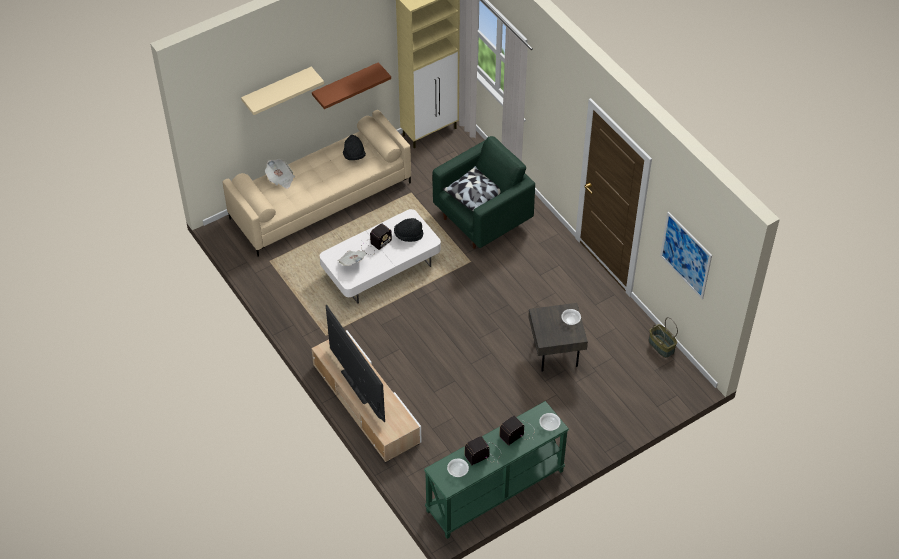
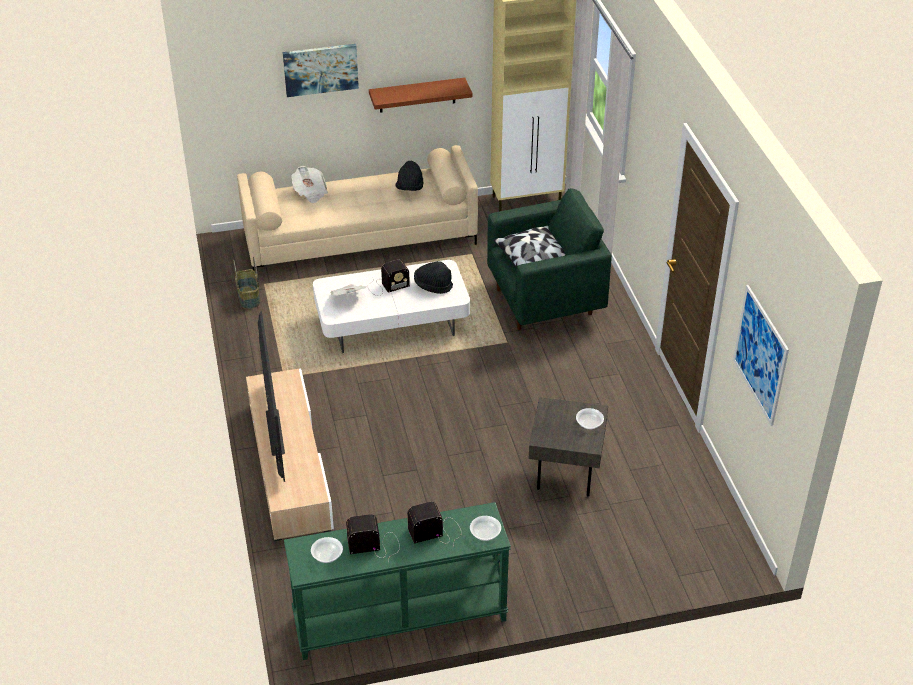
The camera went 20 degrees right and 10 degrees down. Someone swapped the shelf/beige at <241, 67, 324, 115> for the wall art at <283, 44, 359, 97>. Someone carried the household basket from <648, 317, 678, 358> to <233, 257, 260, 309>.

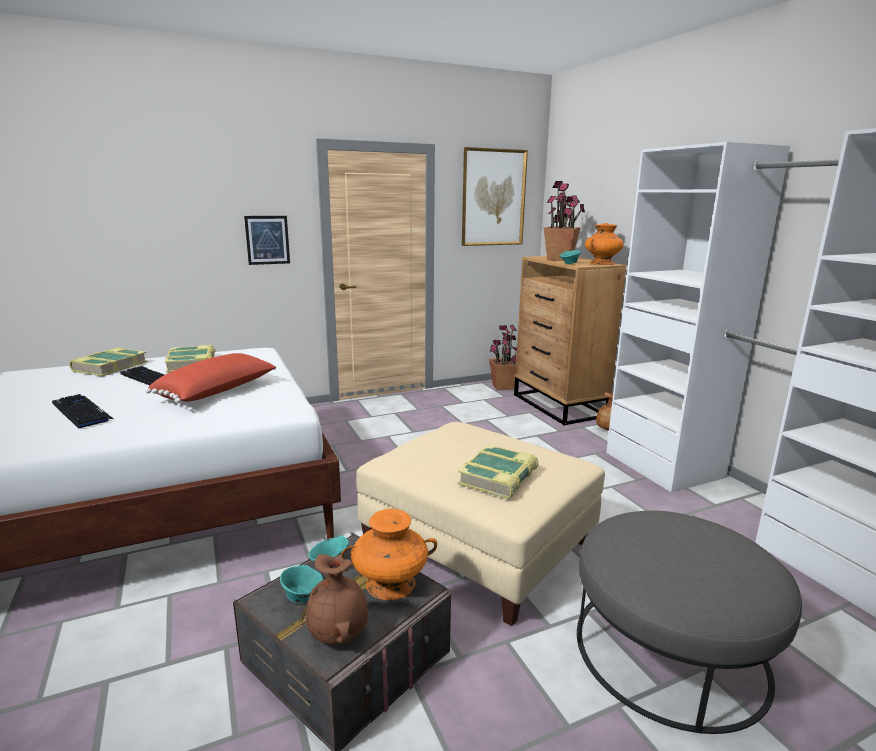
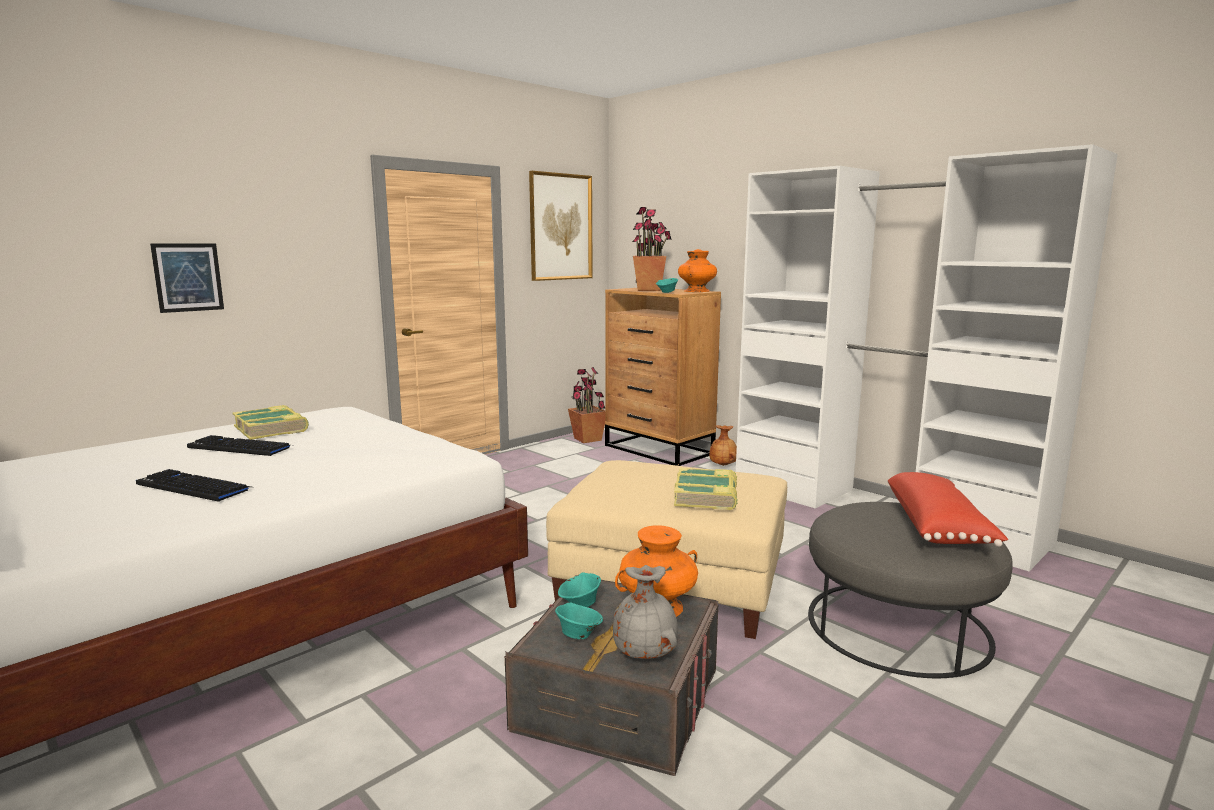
The camera went 20 degrees left and 5 degrees down. Someone took away the volume at <69, 347, 148, 377>. Someone carried the pillow/red from <146, 353, 276, 403> to <888, 472, 1008, 547>. Someone carried the wall art from <244, 216, 290, 265> to <150, 243, 224, 313>. Someone repainted the flower vase/brown-coloured at <306, 554, 368, 644>, which became the flower vase/grey at <613, 565, 678, 659>.

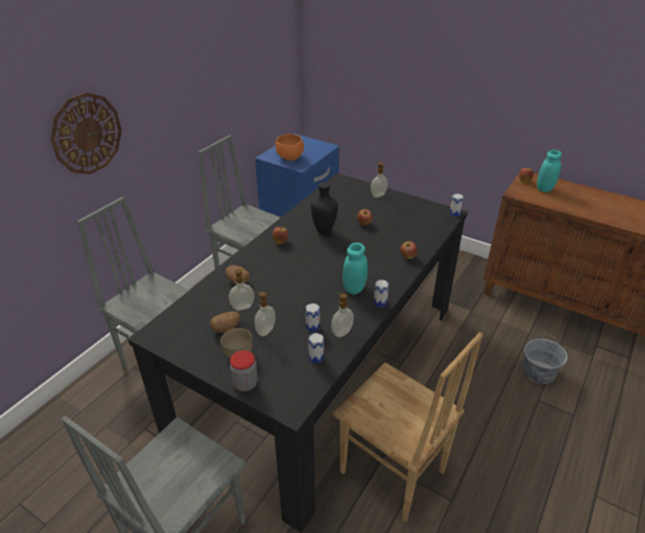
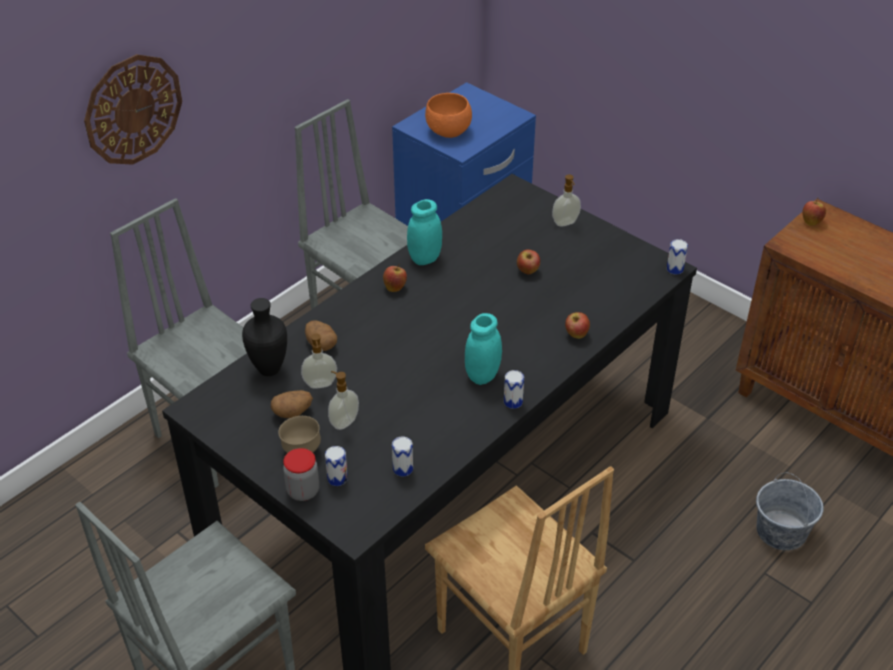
The camera went 10 degrees right and 5 degrees up. Someone carried the can from <306, 303, 320, 332> to <325, 446, 348, 486>. Someone carried the flower vase/black-coloured from <311, 182, 338, 235> to <242, 298, 287, 376>. Someone took away the soap dispenser at <331, 293, 354, 337>. Someone carried the preserve jar/turquoise-coloured from <537, 150, 562, 192> to <407, 199, 442, 265>.

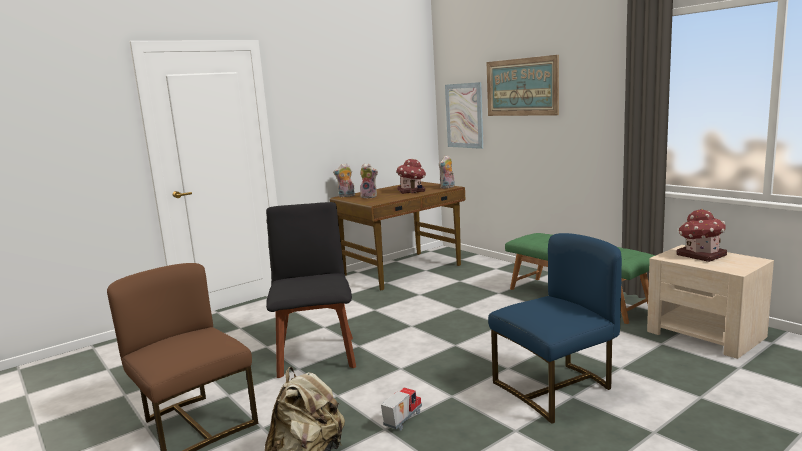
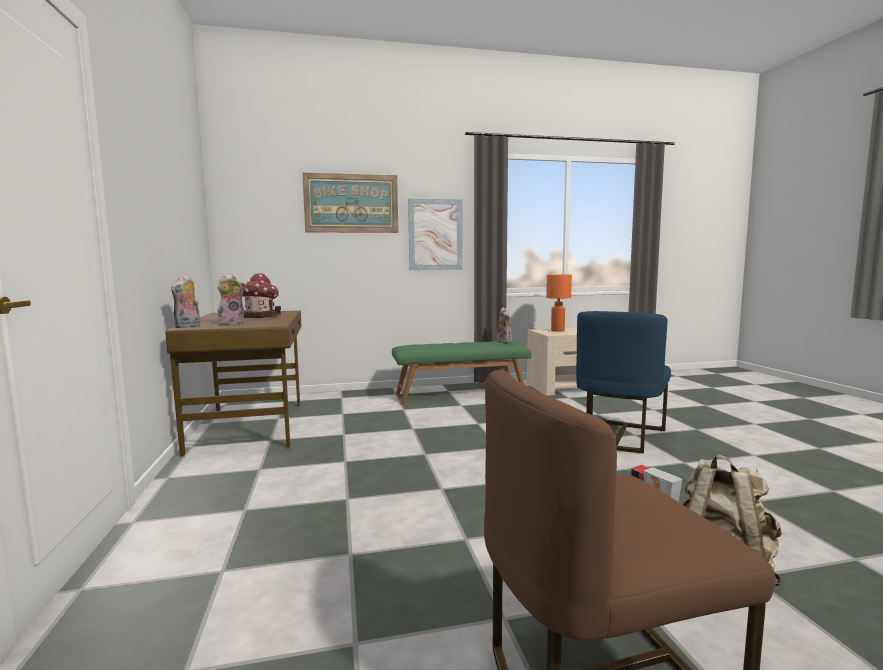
The camera went 65 degrees left and 5 degrees down. Someone took away the upright chair/black-coloured at <266, 202, 356, 378>. Someone carried the soft toy from <439, 155, 455, 189> to <496, 308, 512, 343>. Someone carried the wall art from <445, 82, 484, 149> to <408, 198, 463, 270>. Someone rotated the upright chair/bluish at <488, 233, 622, 424> by 150 degrees counterclockwise. Someone swapped the miniature house at <676, 209, 727, 262> for the tabletop lamp/orangey at <546, 275, 572, 332>.

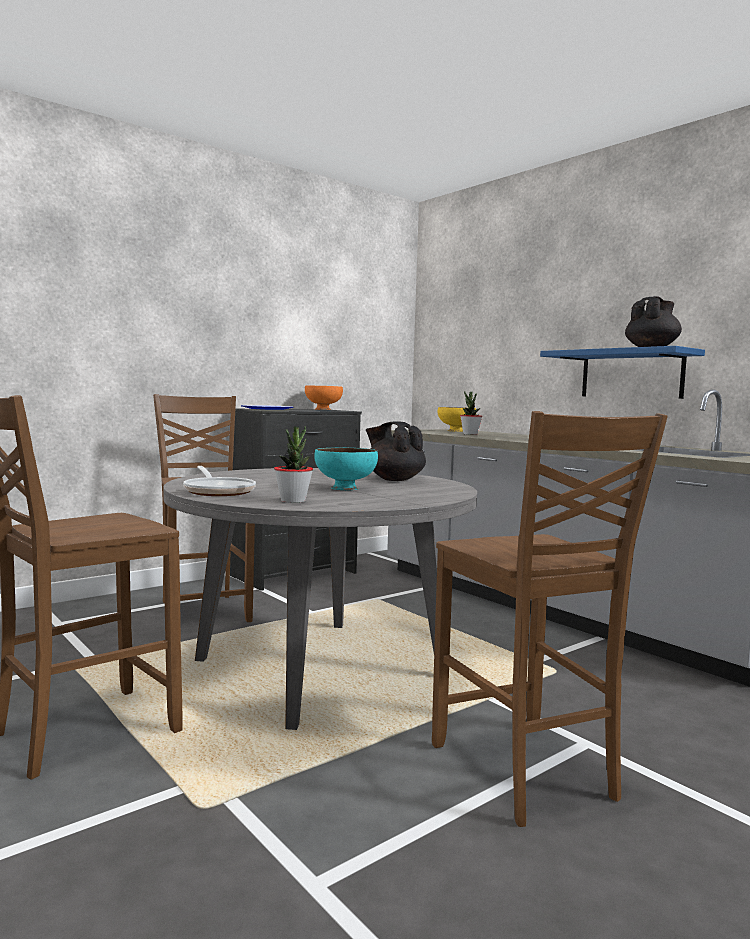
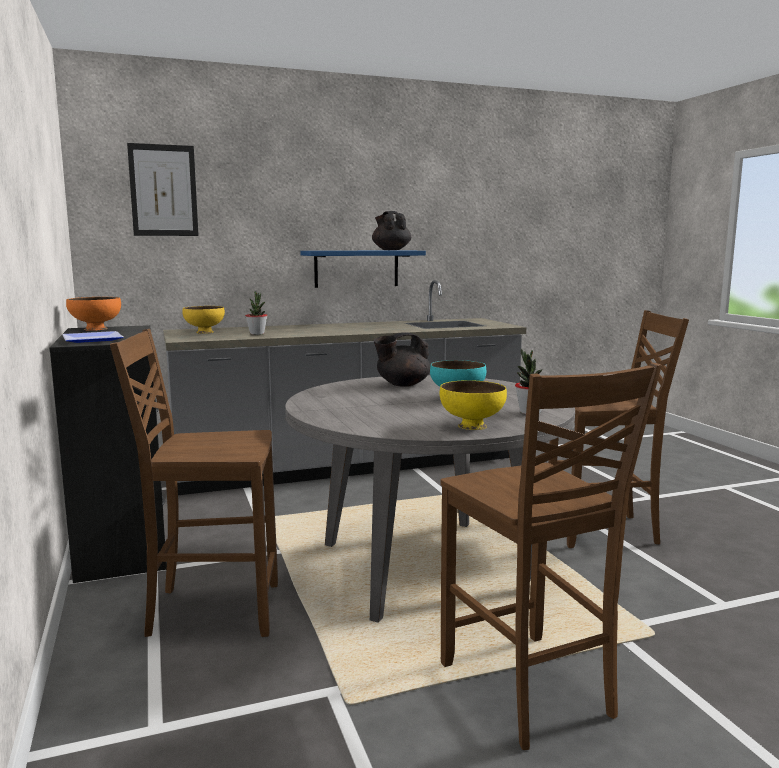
The camera went 70 degrees left and 5 degrees up. Someone swapped the skillet at <183, 466, 256, 496> for the bowl/yellow-coloured at <440, 380, 507, 430>. Someone put up the wall art at <127, 143, 199, 236>.

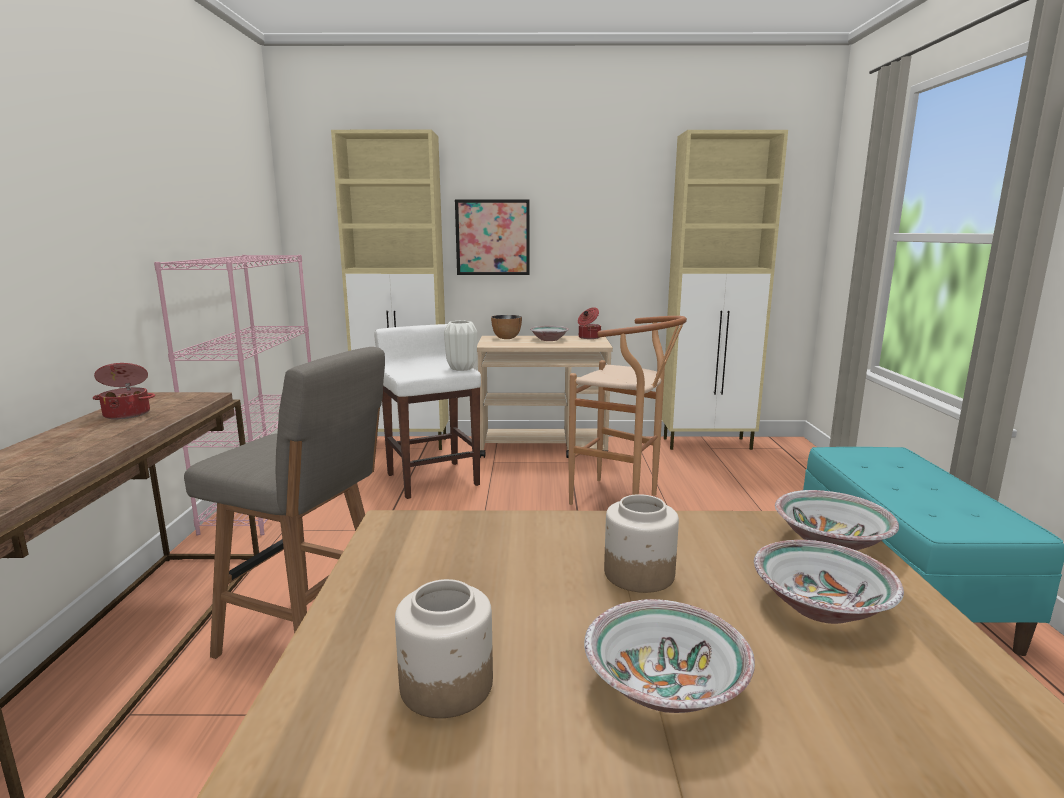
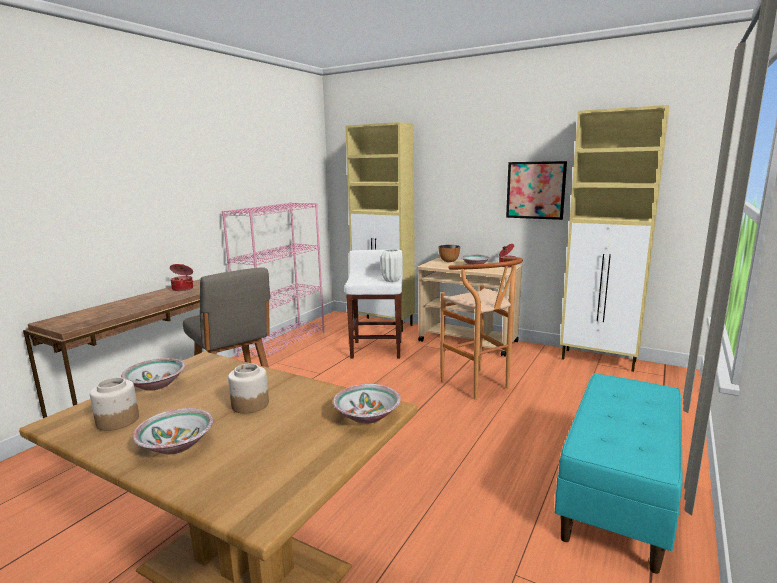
The camera went 30 degrees right and 0 degrees up. Someone carried the wall art from <455, 200, 529, 275> to <506, 161, 567, 220>. Someone carried the bowl from <754, 540, 904, 624> to <121, 358, 185, 391>.

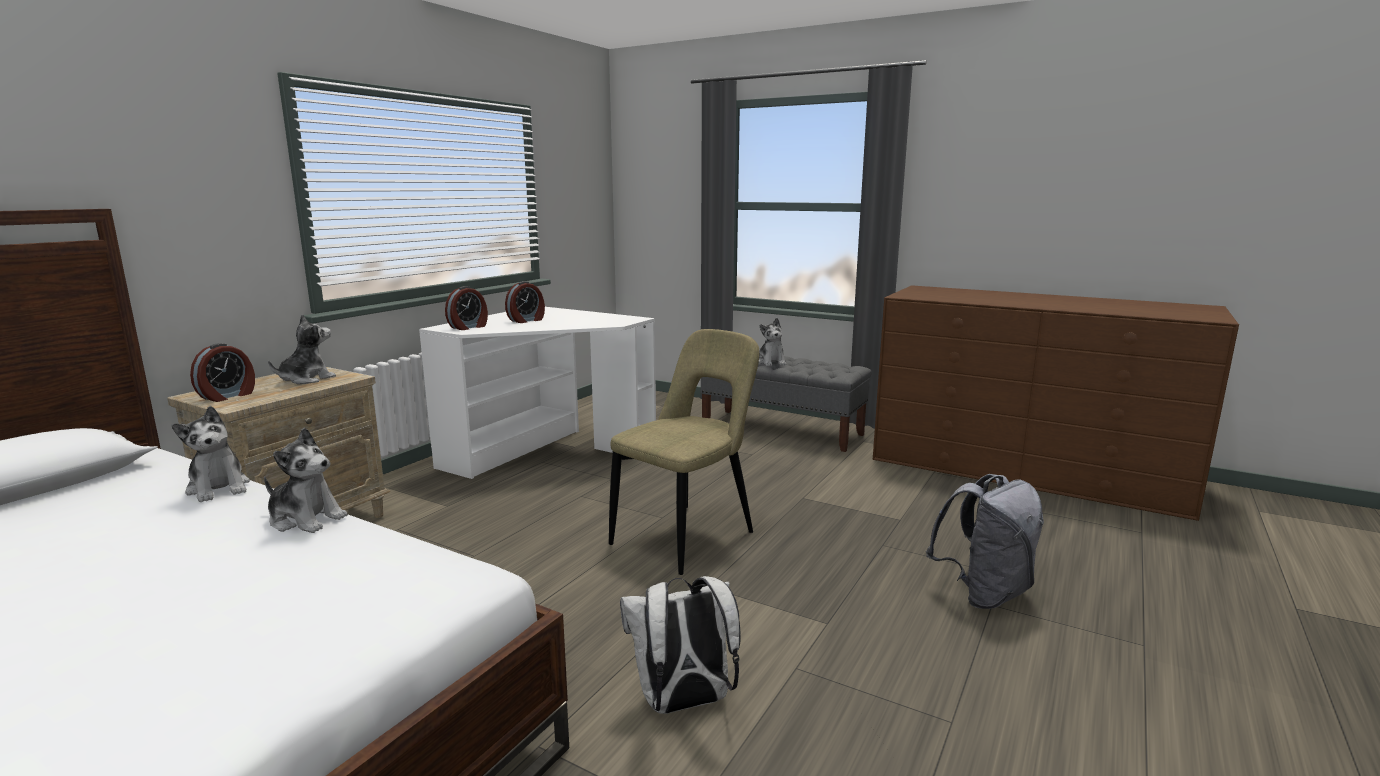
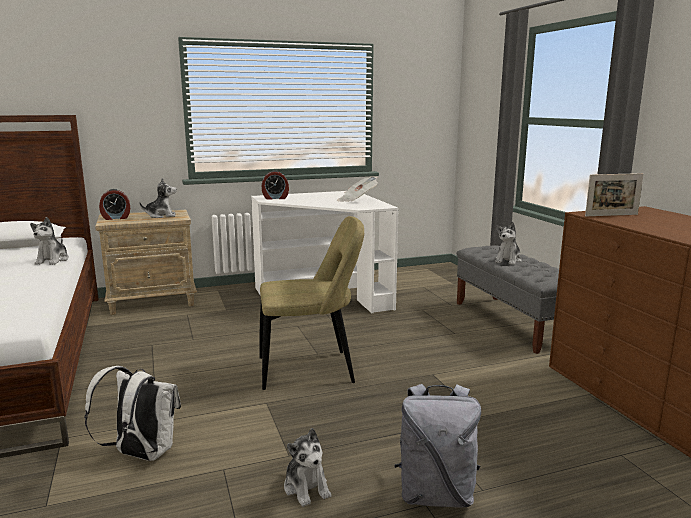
The camera went 40 degrees right and 0 degrees up. Someone carried the soft toy from <264, 428, 348, 533> to <284, 428, 331, 507>. Someone took away the alarm clock at <505, 281, 545, 323>. Someone put down the newspaper at <337, 176, 378, 202>. Someone put down the standing frame at <585, 173, 643, 216>.

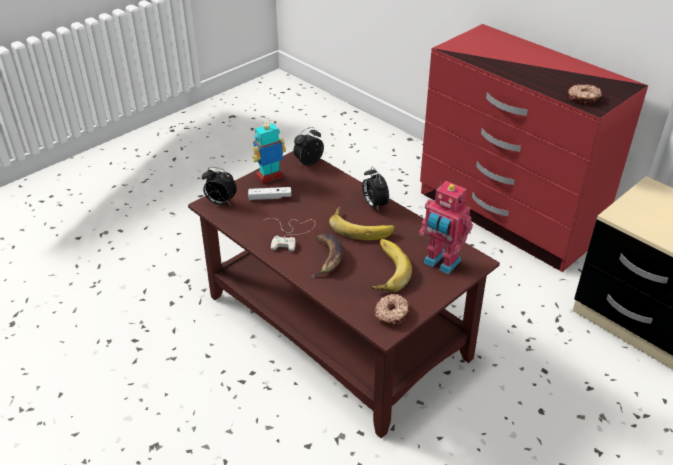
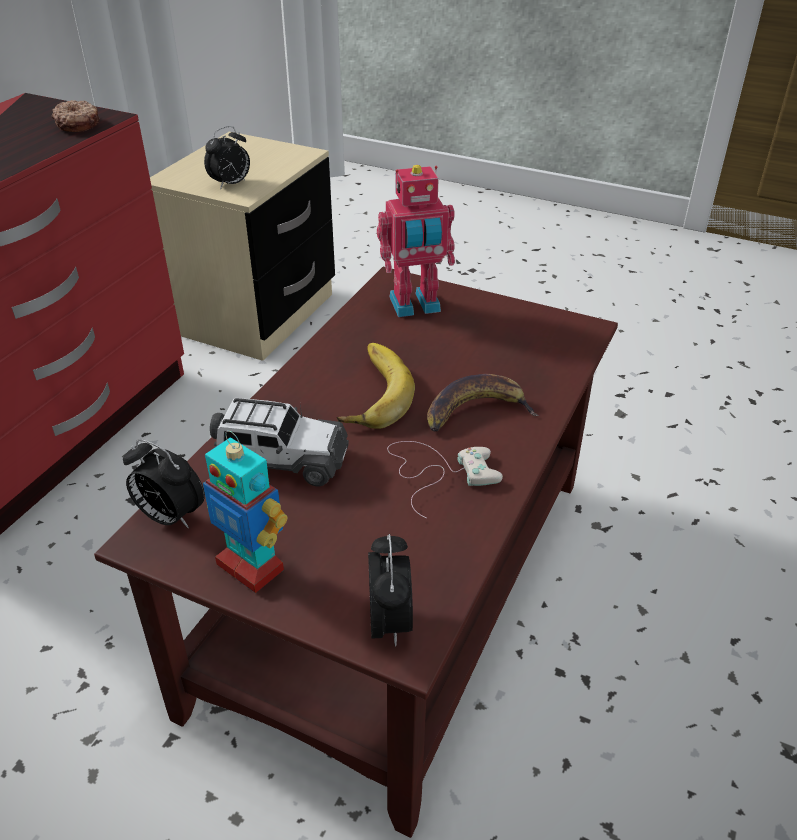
The camera went 110 degrees left and 0 degrees up. Someone took away the joypad/whitish at <248, 187, 291, 200>. Someone carried the alarm clock from <362, 167, 389, 212> to <204, 126, 250, 190>. Someone took away the banana fruit at <371, 239, 412, 292>. Someone took away the ring doughnut at <374, 294, 409, 326>. Someone rotated the robot figure at <419, 181, 473, 274> by 60 degrees clockwise. Someone put down the miniature car at <210, 398, 349, 486>.

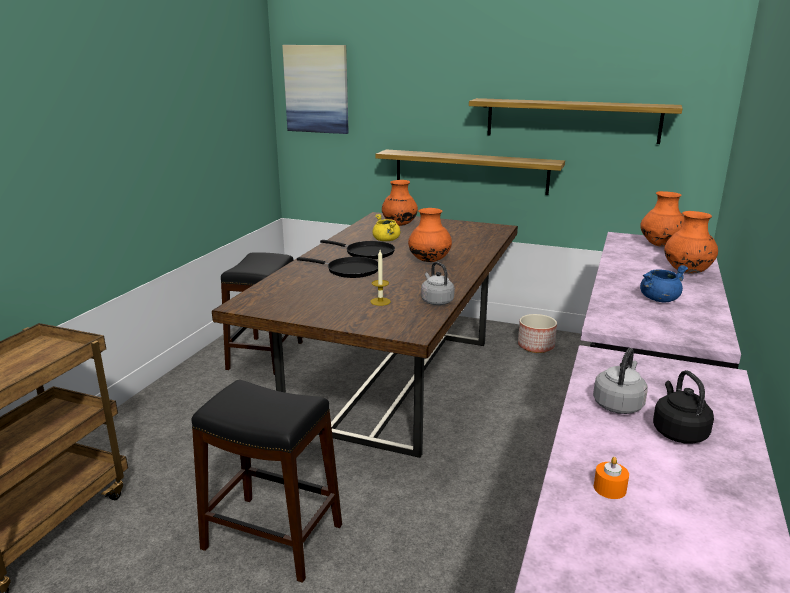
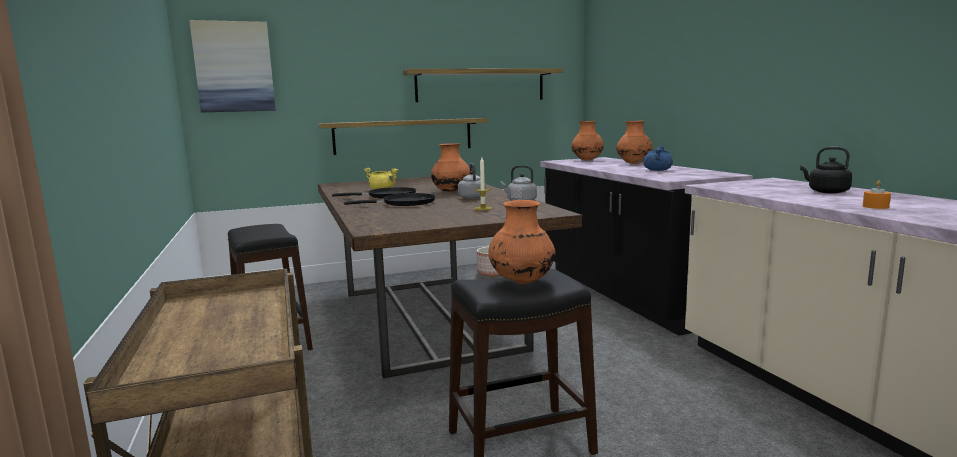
The camera went 40 degrees left and 10 degrees down. Someone carried the flower vase/orangey from <382, 180, 418, 226> to <488, 200, 555, 284>. Someone carried the water kettle/grey from <593, 348, 648, 414> to <458, 163, 486, 199>.

